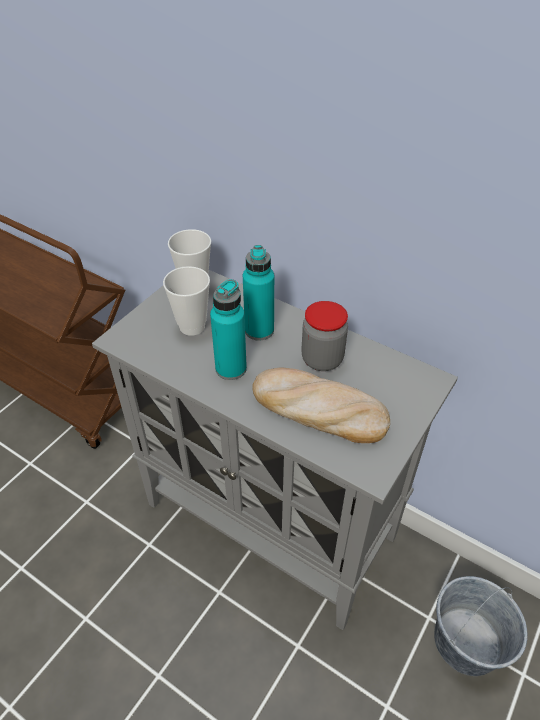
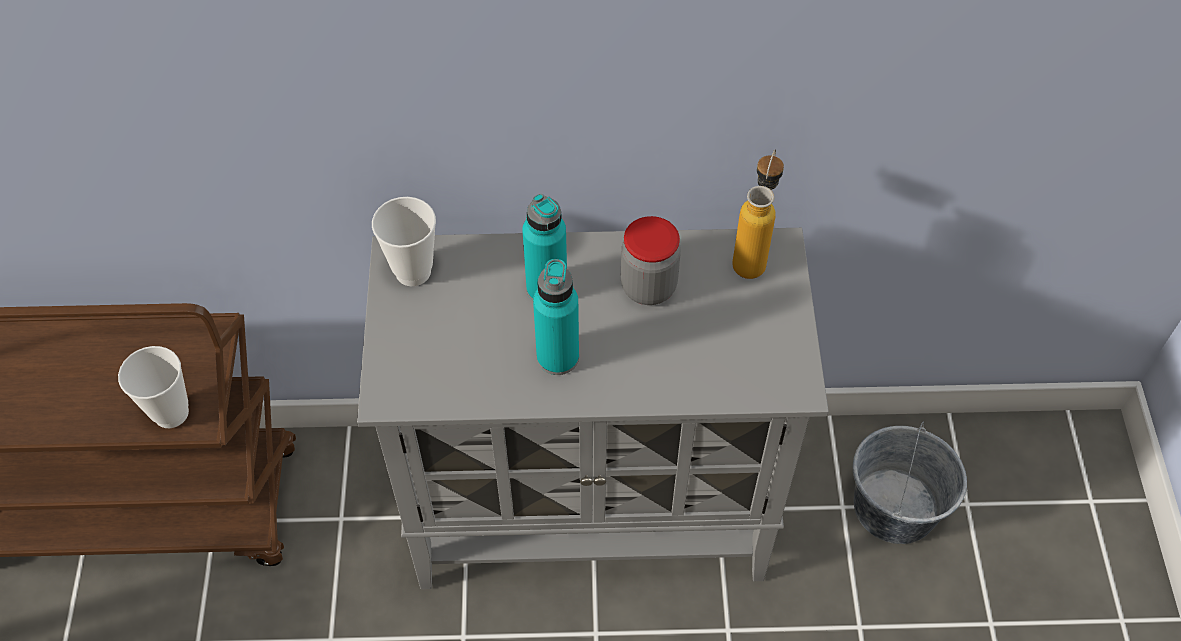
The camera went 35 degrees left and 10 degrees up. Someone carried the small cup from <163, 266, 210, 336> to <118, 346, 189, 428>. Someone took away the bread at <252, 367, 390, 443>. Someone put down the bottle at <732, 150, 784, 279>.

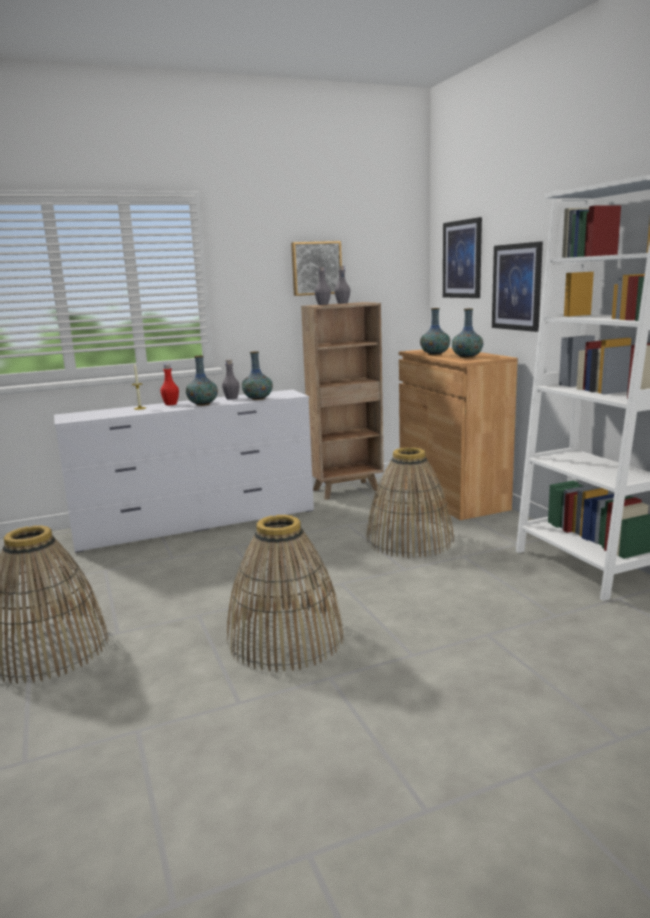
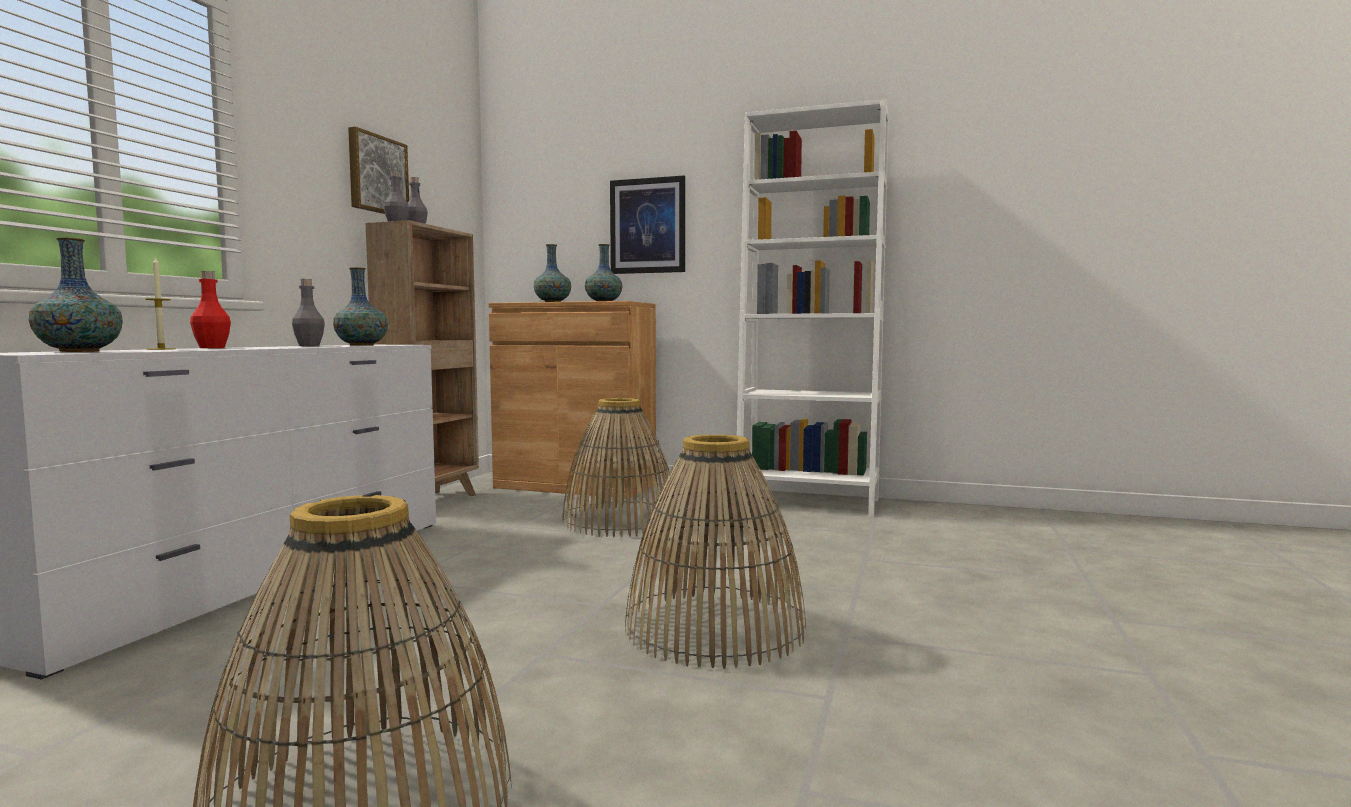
The camera went 50 degrees left and 10 degrees down. Someone carried the flower vase from <186, 356, 218, 406> to <29, 237, 123, 352>. Someone took away the wall art at <443, 217, 482, 298>.

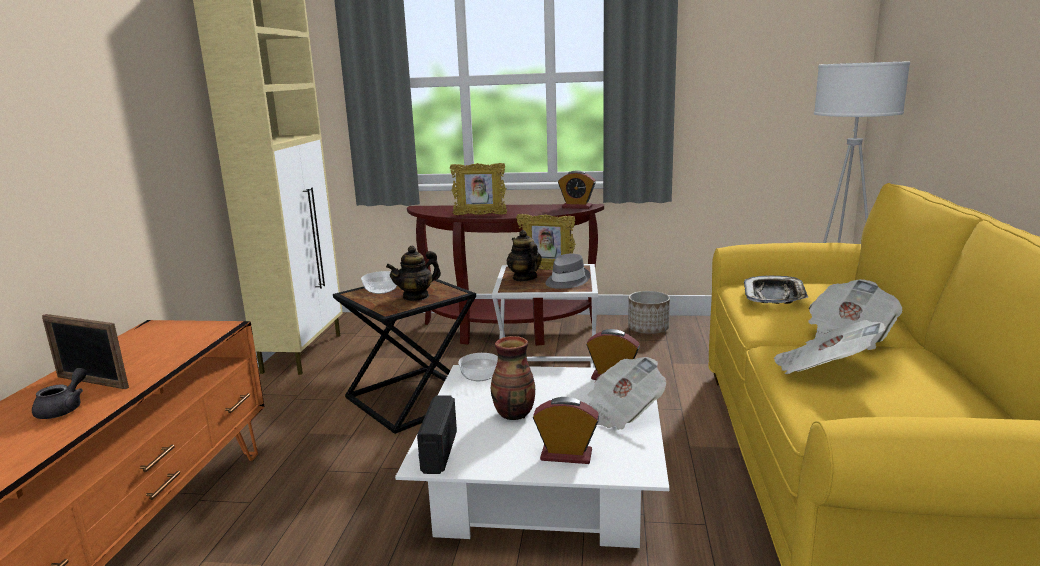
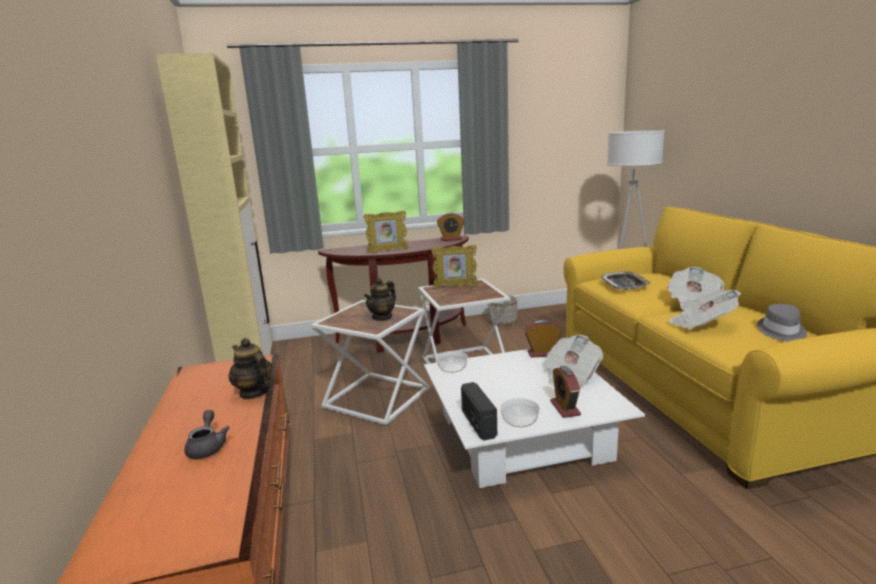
The camera went 20 degrees left and 0 degrees up. Someone took away the standing frame at <42, 314, 129, 389>. Someone repainted the accent table/black-coloured at <333, 279, 476, 434>, which became the accent table/whitish at <311, 300, 430, 425>. Someone carried the bowl from <361, 271, 398, 294> to <500, 398, 540, 427>. Someone took away the flower vase at <491, 336, 535, 420>. Someone carried the tea pot from <507, 230, 542, 281> to <228, 338, 272, 399>. Someone rotated the alarm clock at <533, 397, 599, 464> by 90 degrees counterclockwise. Someone carried the wearable hat/grey from <545, 254, 590, 289> to <757, 304, 807, 341>.

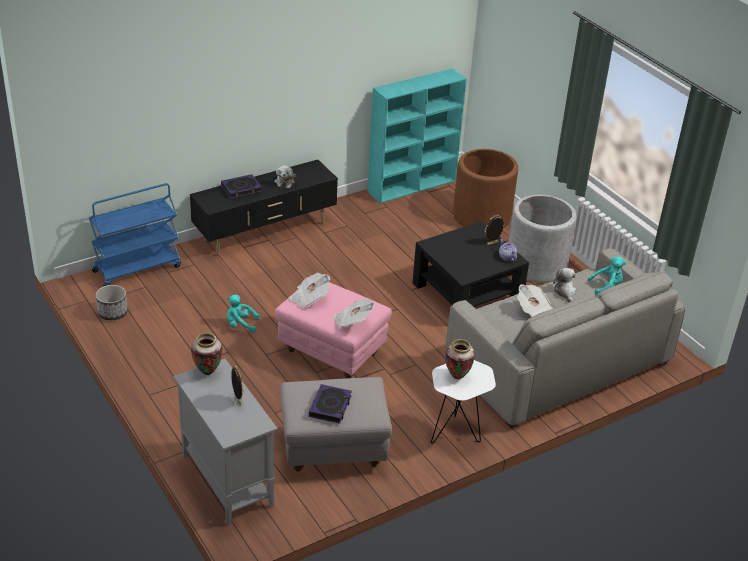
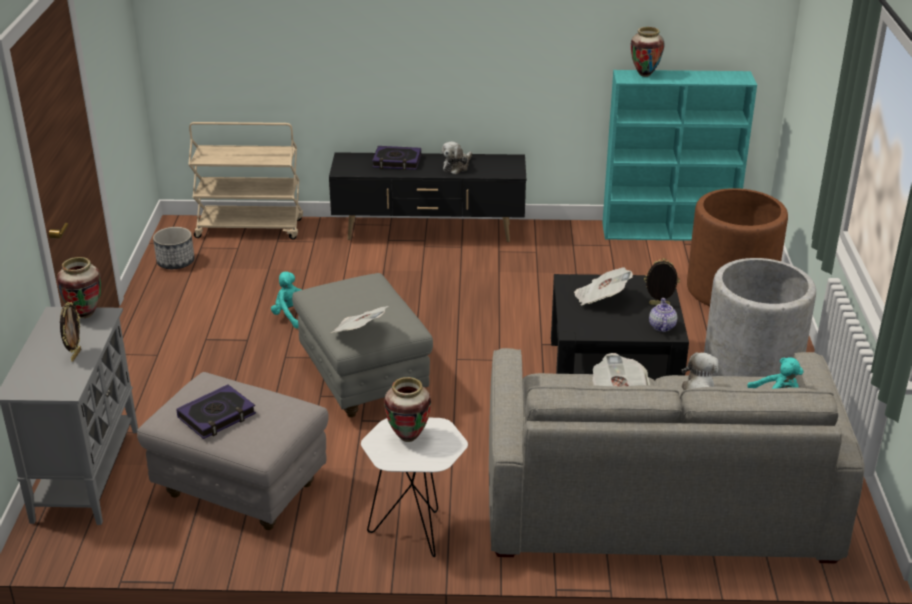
The camera went 35 degrees right and 5 degrees down. Someone repainted the trolley/bluish at <89, 183, 181, 286>, which became the trolley/beige at <188, 122, 303, 239>. Someone repainted the footrest/pink-coloured at <275, 282, 392, 378>, which became the footrest/grey at <292, 273, 433, 417>. Someone carried the newspaper from <289, 272, 331, 308> to <574, 267, 633, 306>. Someone put down the flower vase at <631, 27, 665, 77>.

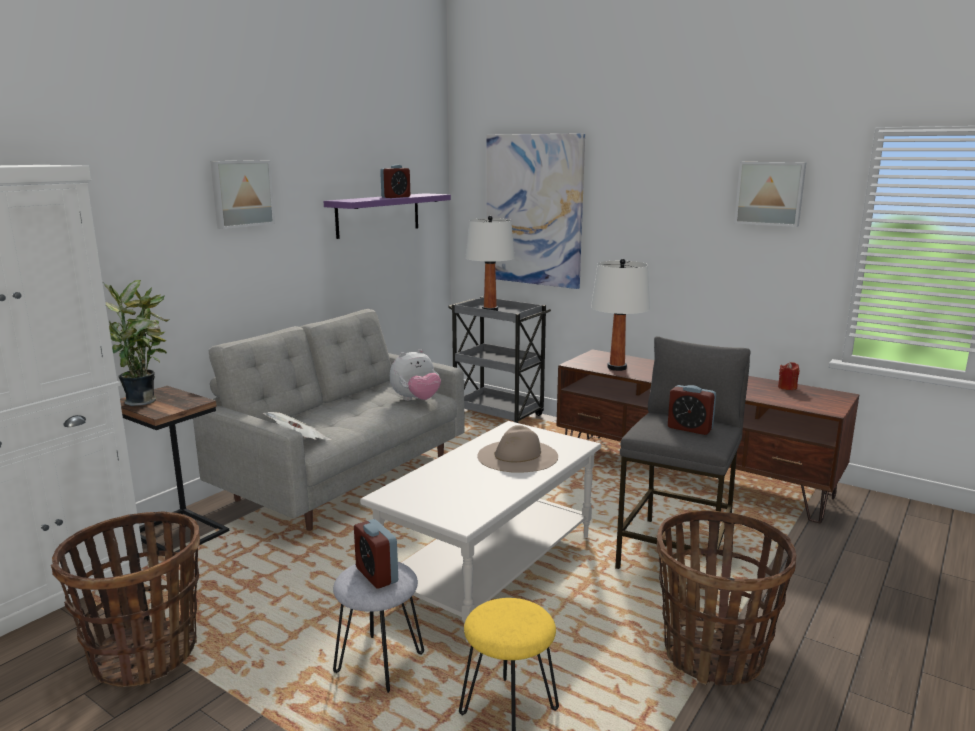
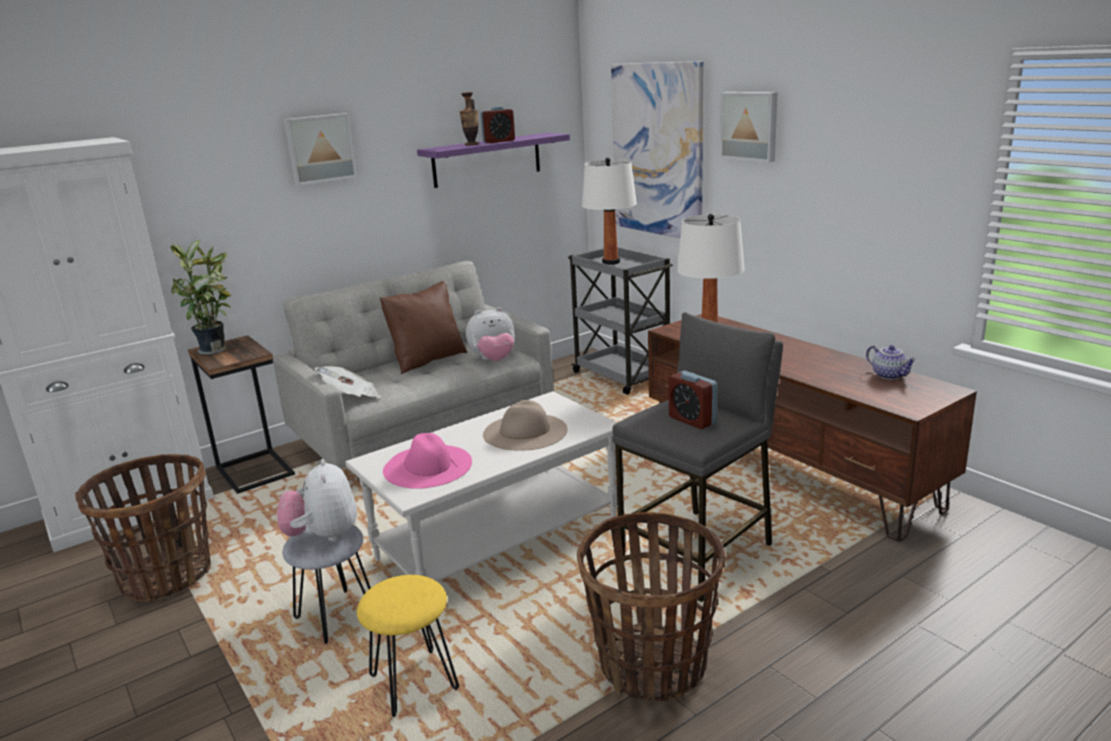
The camera went 20 degrees right and 5 degrees up. Someone swapped the alarm clock at <354, 519, 398, 589> for the soft toy at <277, 459, 357, 542>. Someone carried the wall art from <734, 162, 806, 227> to <720, 92, 777, 162>. Someone swapped the wax candle/red at <778, 362, 800, 390> for the tea pot at <866, 345, 917, 380>. Someone put down the pillow/brown-coloured at <380, 281, 467, 374>. Someone put down the wearable hat/pink-coloured at <383, 433, 472, 489>. Someone put down the flower vase at <460, 92, 479, 145>.

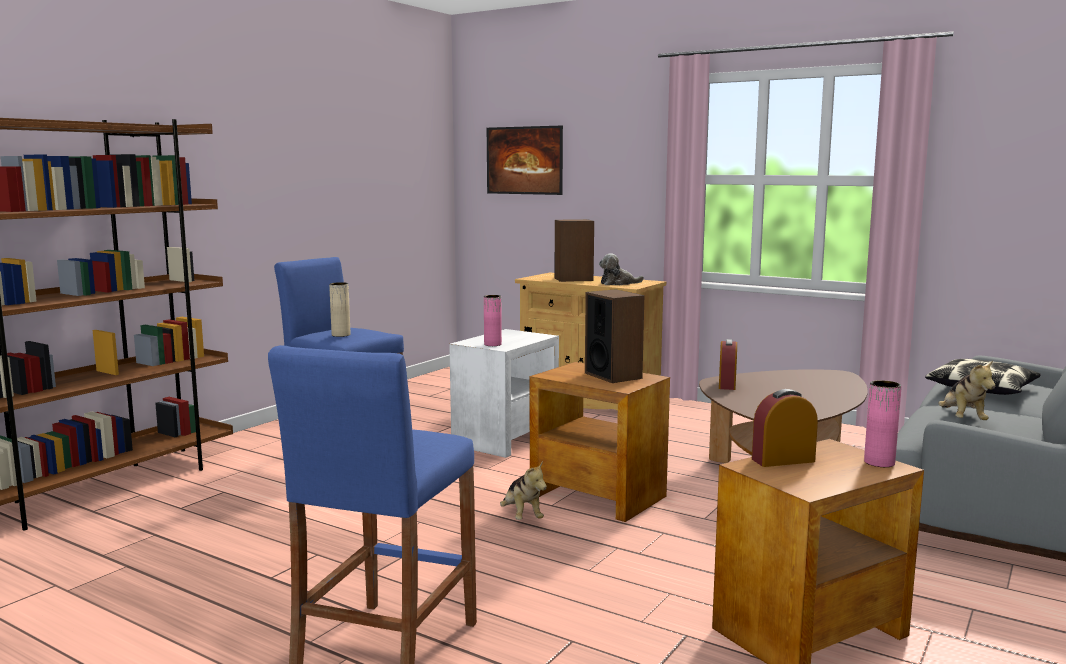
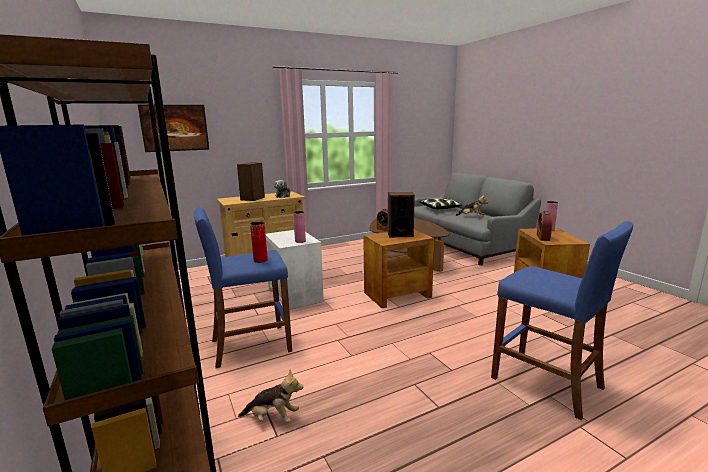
The camera went 60 degrees left and 5 degrees up. Someone repainted the flower vase/beige at <329, 282, 350, 337>, which became the flower vase/red at <250, 221, 268, 263>. Someone carried the soft toy from <500, 461, 547, 520> to <238, 370, 303, 423>.

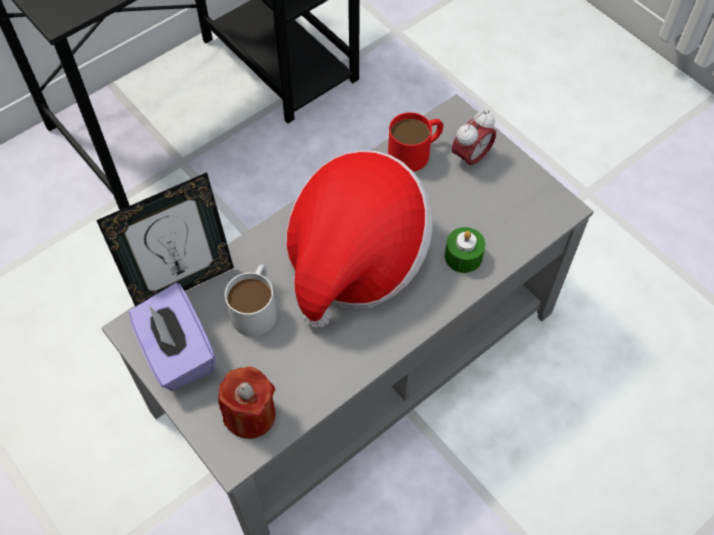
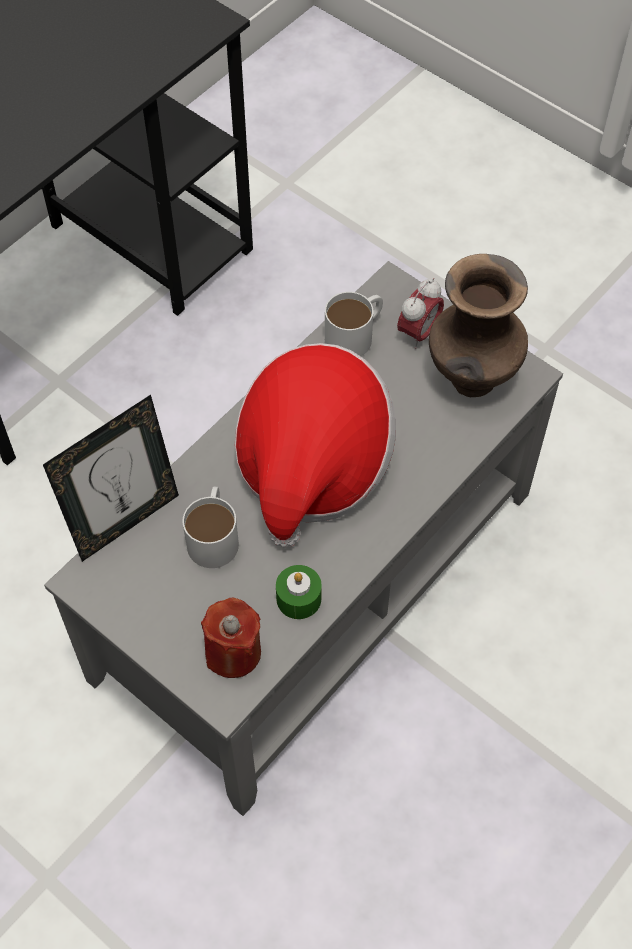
The camera went 10 degrees left and 0 degrees up. Someone took away the box of tissues/purplish at <129, 283, 216, 390>. Someone repainted the tea mug/red at <388, 112, 443, 172>, which became the tea mug/whitish at <325, 292, 383, 356>. Someone carried the wax candle/green from <445, 227, 485, 273> to <276, 565, 322, 619>. Someone put down the flower vase/brown-coloured at <429, 254, 528, 397>.

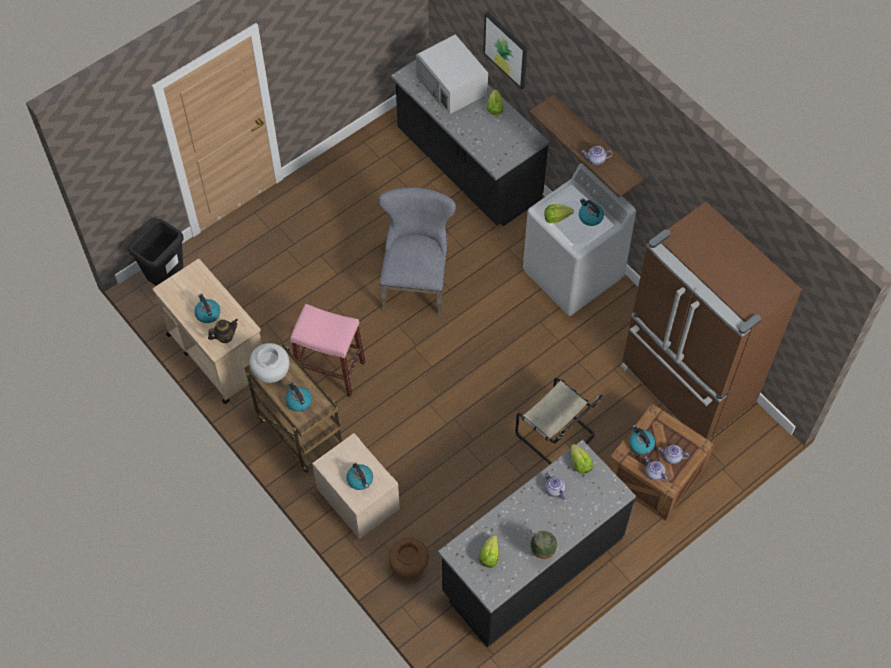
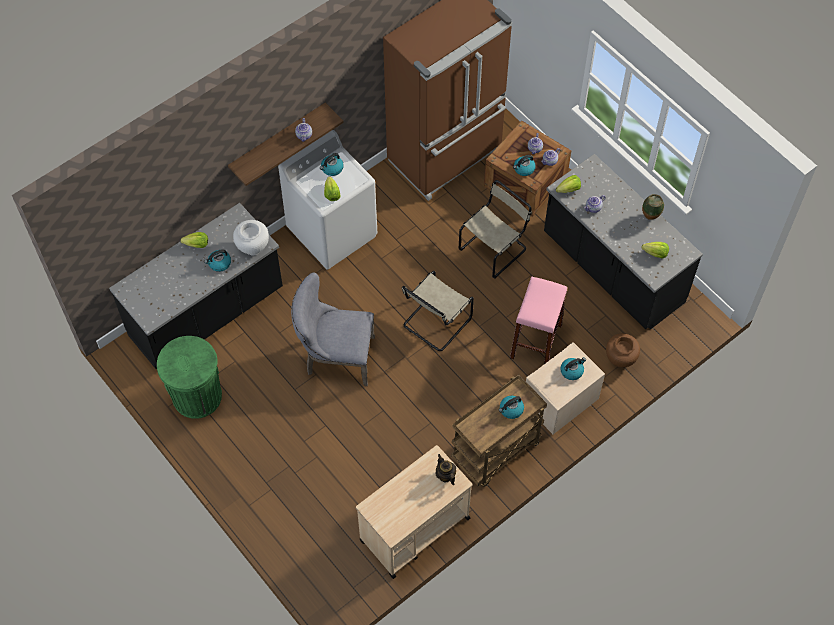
The camera went 90 degrees left and 0 degrees up. Someone took away the waste bin/black-coloured at <128, 219, 184, 286>. Someone carried the water kettle from <194, 294, 220, 323> to <204, 250, 231, 272>. Someone carried the flower vase/whitish from <249, 343, 290, 383> to <233, 220, 269, 255>. Someone carried the sitting stool/pink-coloured from <290, 304, 366, 397> to <510, 277, 567, 364>. Someone took away the kitchen microwave/whitish at <416, 34, 488, 114>. Someone took away the wall art at <483, 12, 527, 89>. Someone put down the waste bin/green at <157, 336, 222, 419>. Someone put down the upright chair/beige at <402, 271, 474, 351>.

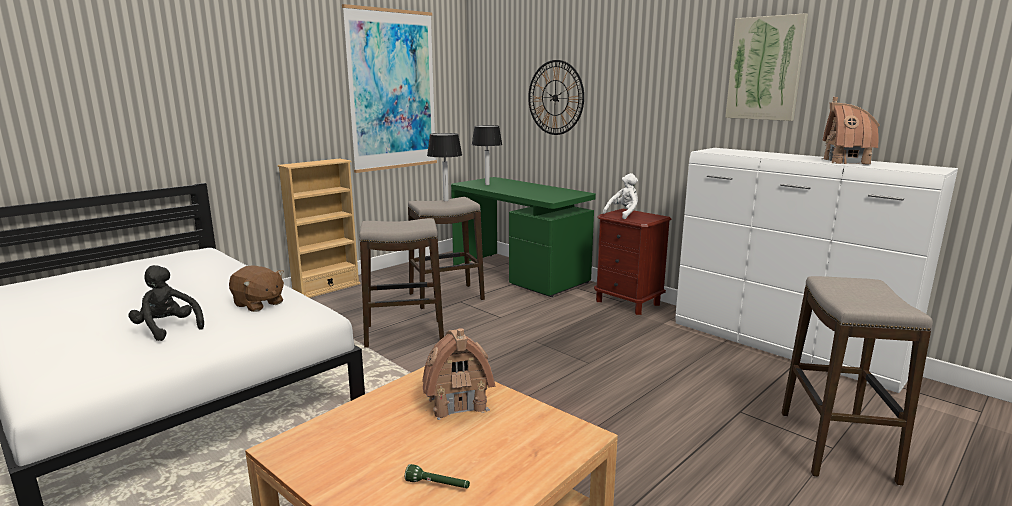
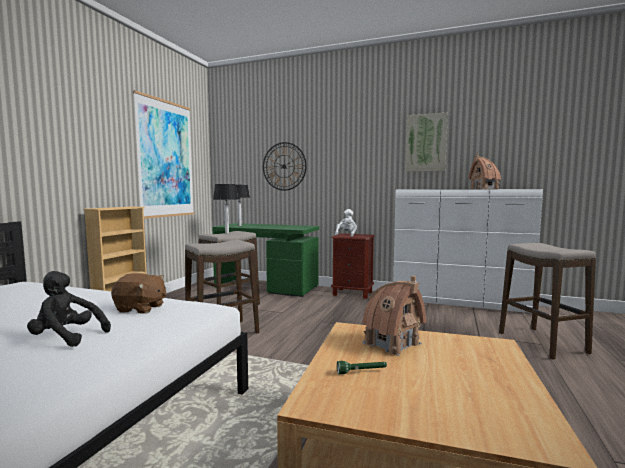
The camera went 25 degrees left and 10 degrees down. Someone carried the flashlight/green from <405, 464, 470, 488> to <337, 361, 387, 374>.

